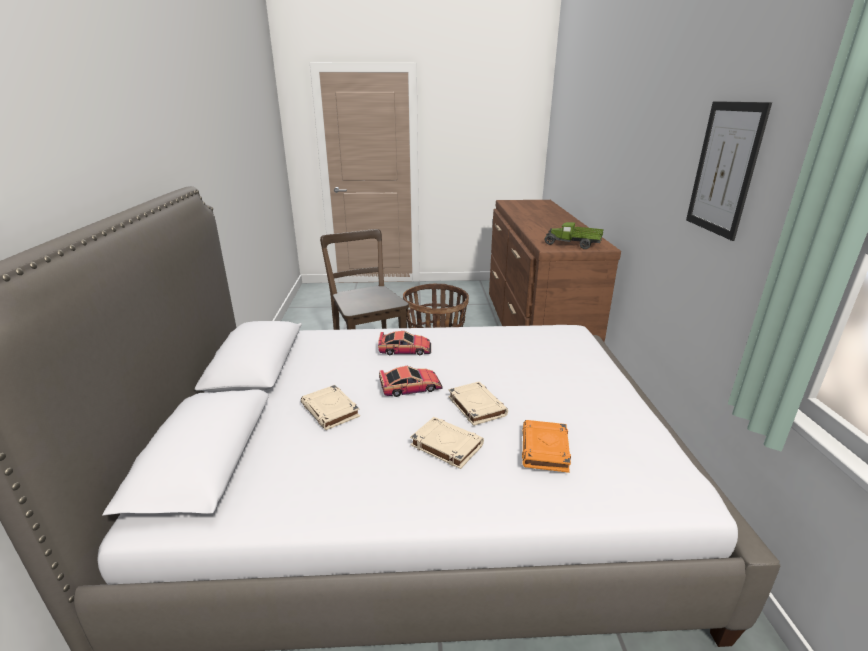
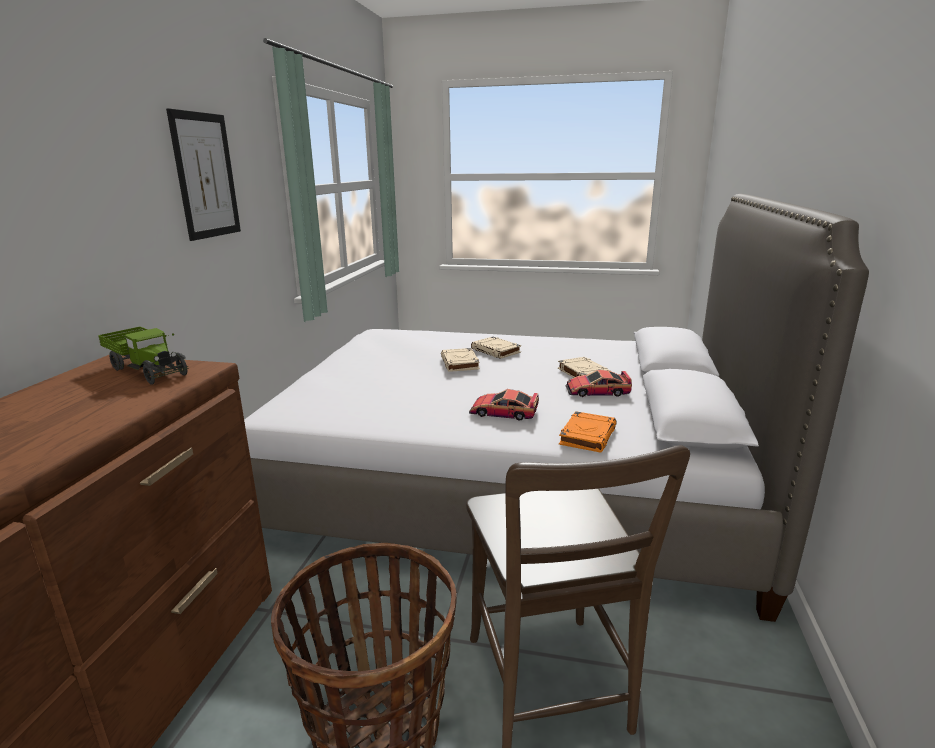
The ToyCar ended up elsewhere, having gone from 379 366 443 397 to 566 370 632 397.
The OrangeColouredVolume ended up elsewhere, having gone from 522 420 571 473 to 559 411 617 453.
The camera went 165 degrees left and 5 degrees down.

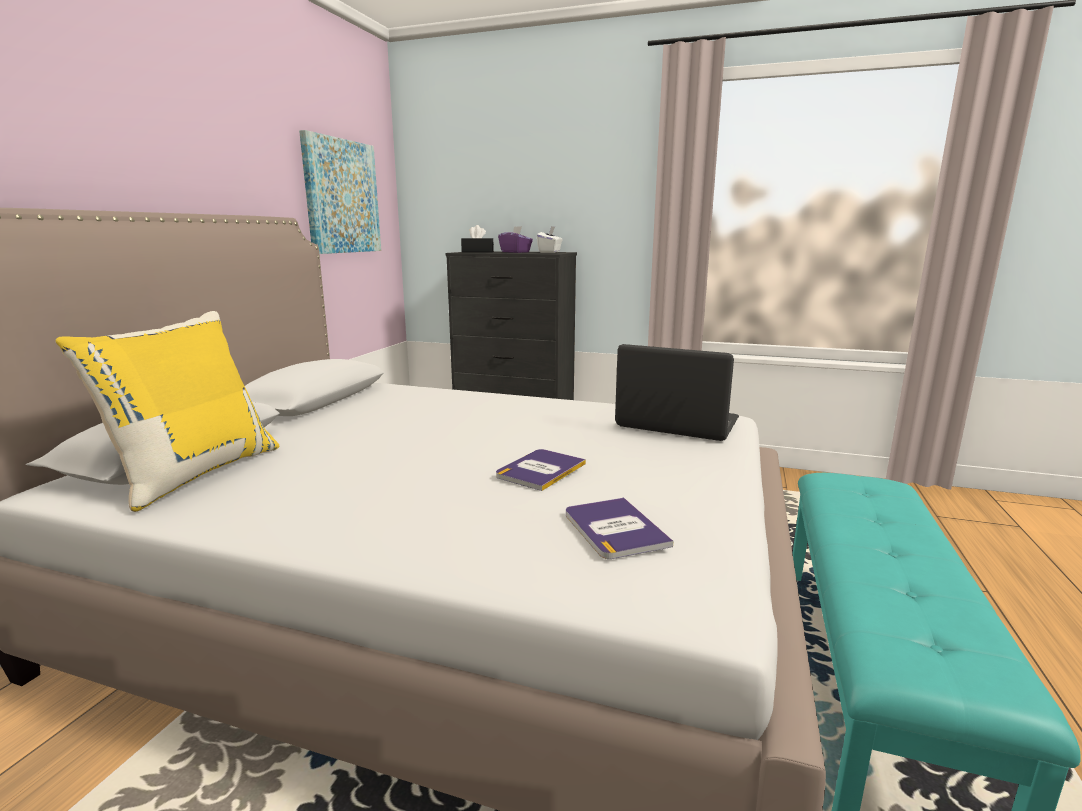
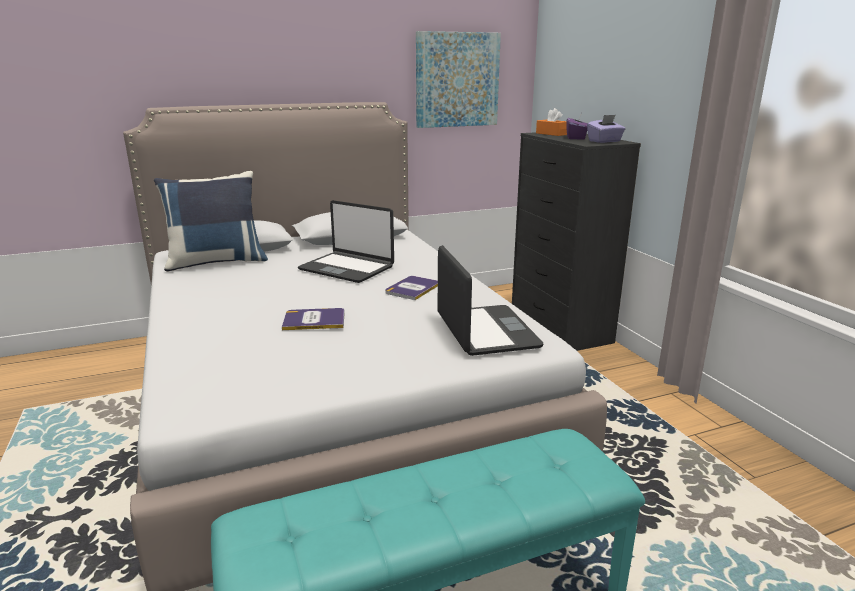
What was the BlackishTissueBox at 461 225 494 252 turned into the OrangeColouredTissueBox at 536 108 567 136.
What was the WhiteTissueBox at 537 226 563 253 turned into the PurpleColouredTissueBox at 587 115 625 143.
What was the YellowColouredCushion at 55 311 279 512 turned into the BlueColouredCushion at 154 171 268 272.
The Volume ended up elsewhere, having gone from 566 497 673 559 to 385 276 438 300.
The second view gained the NotebookComputer at 298 200 394 283.
The camera went 50 degrees right and 5 degrees up.

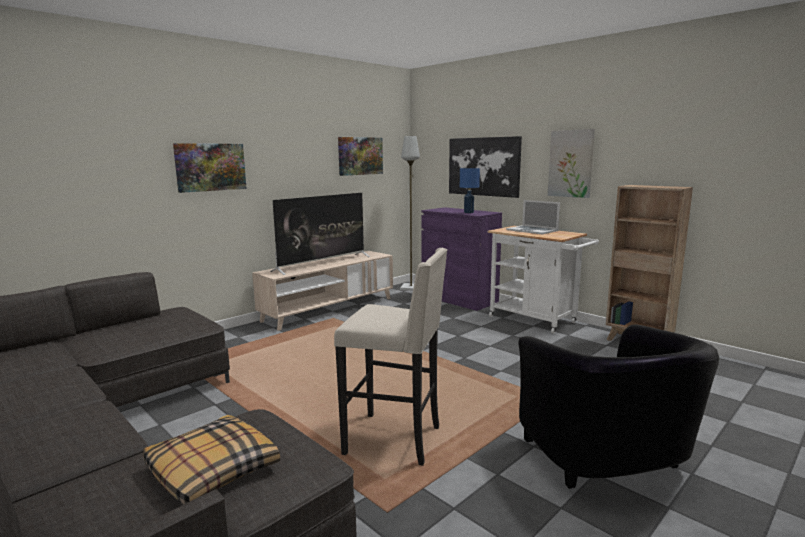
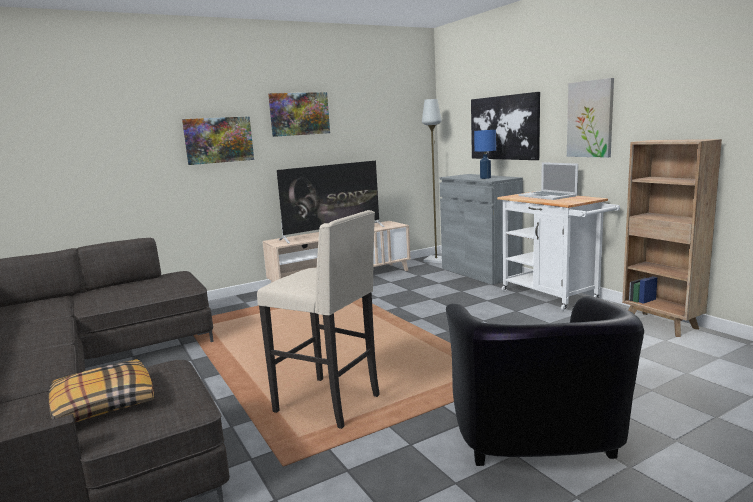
The Picture ended up elsewhere, having gone from 338 137 383 176 to 268 92 330 137.
What was the PurpleColouredStorageCabinet at 422 207 502 311 turned into the GrayStorageCabinet at 439 174 523 285.
The camera went 15 degrees right and 0 degrees up.

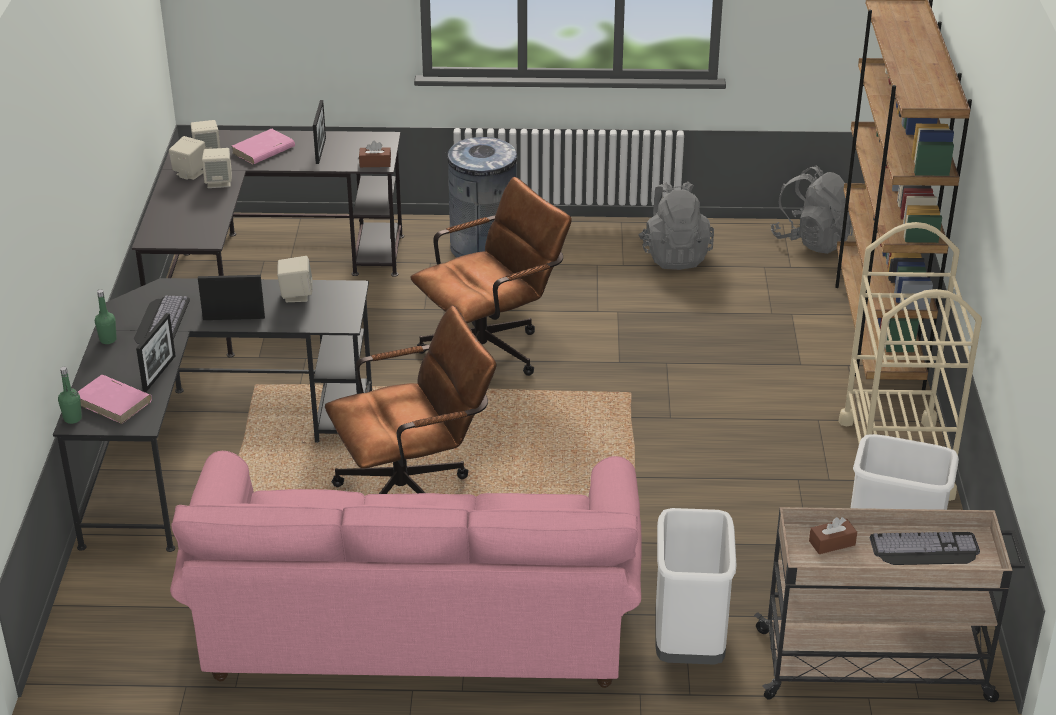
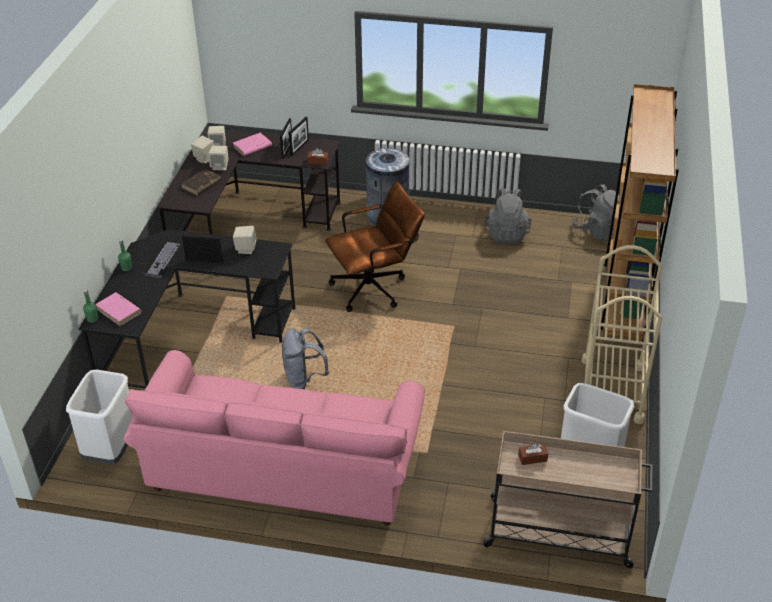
Where the BrownComputerChair stood at 325 306 496 494, the GrayBackpack came to stand at 282 328 329 389.
The PhotoFrame ended up elsewhere, having gone from 136 313 176 392 to 289 117 309 156.
The WhiteRubbishBin ended up elsewhere, having gone from 655 508 736 665 to 66 370 133 465.
The second view lost the ComputerKeyboard at 870 532 980 565.
The second view gained the BrownVolume at 181 169 222 196.
The camera went 10 degrees right and 5 degrees up.

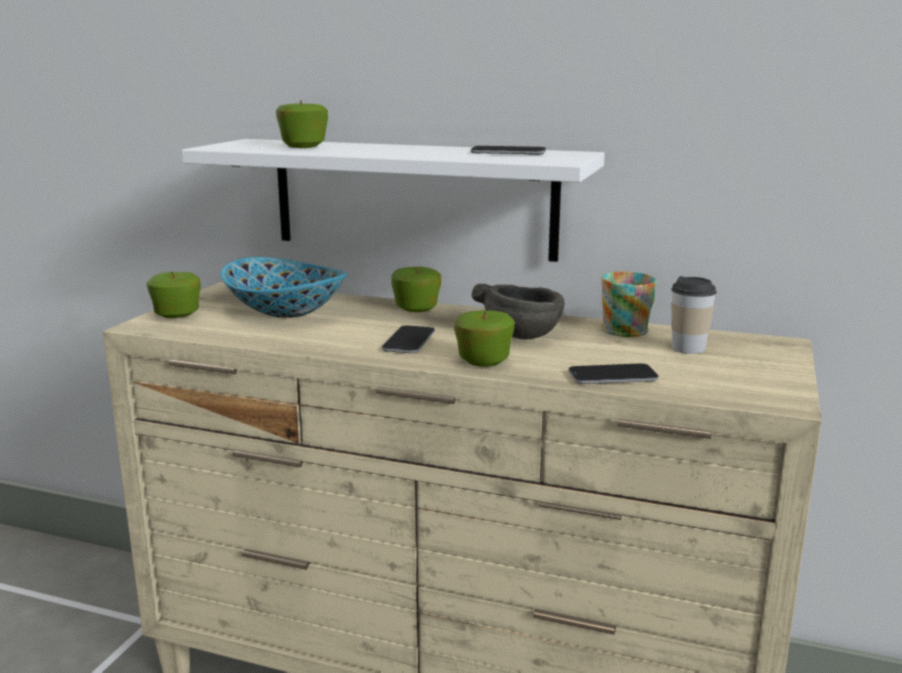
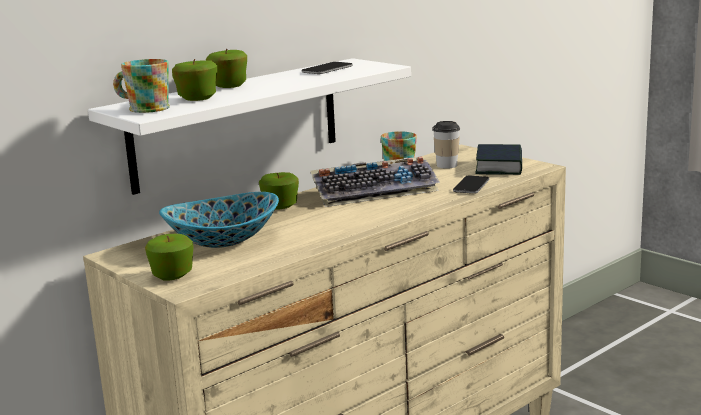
Where the GrayDeepDish stood at 472 284 565 339, the ComputerKeyboard came to stand at 310 156 440 207.
The Apple ended up elsewhere, having gone from 454 310 515 367 to 206 49 247 88.
The second view lost the Phone at 382 325 435 353.
The second view gained the Mug at 113 59 170 113.
The second view gained the Volume at 475 144 522 175.
The camera went 60 degrees left and 0 degrees up.

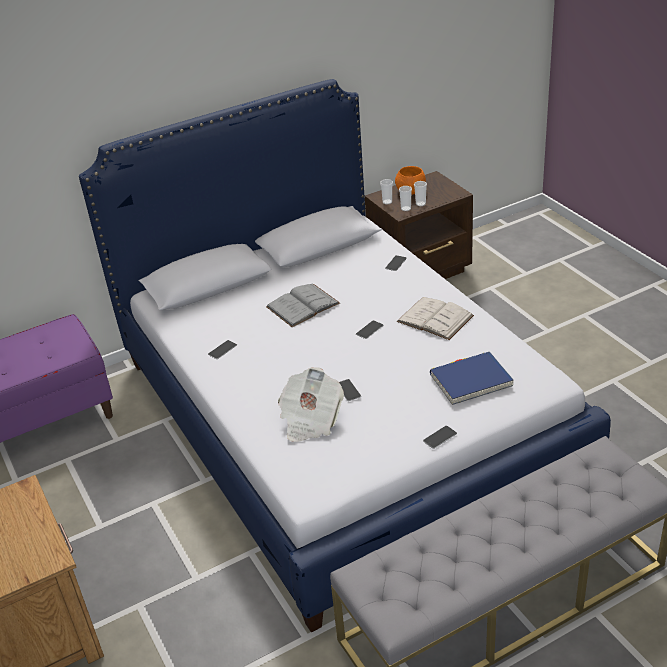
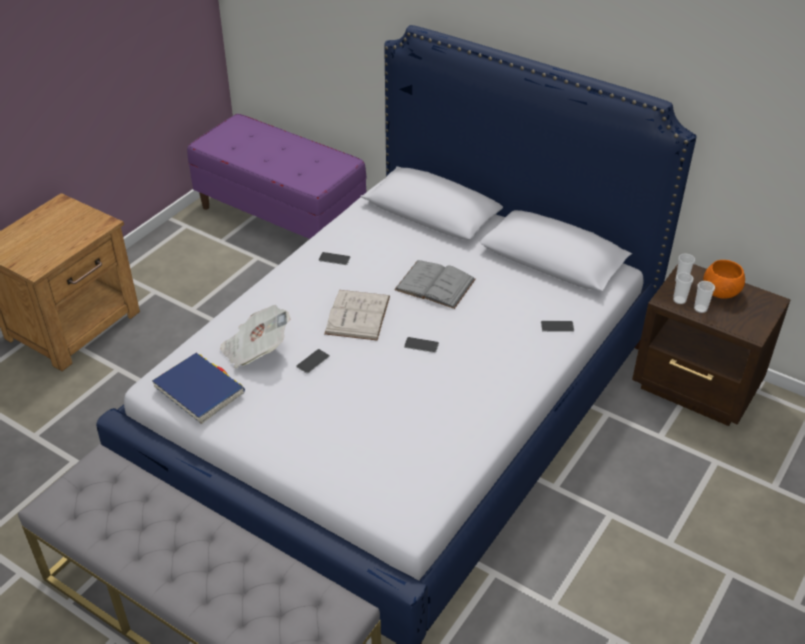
The WhiteVolume ended up elsewhere, having gone from 397 297 474 340 to 324 290 390 341.
The BlueColouredVolume ended up elsewhere, having gone from 430 352 514 405 to 152 353 245 424.
The second view lost the Phone at 423 426 457 449.
The camera went 60 degrees right and 5 degrees up.

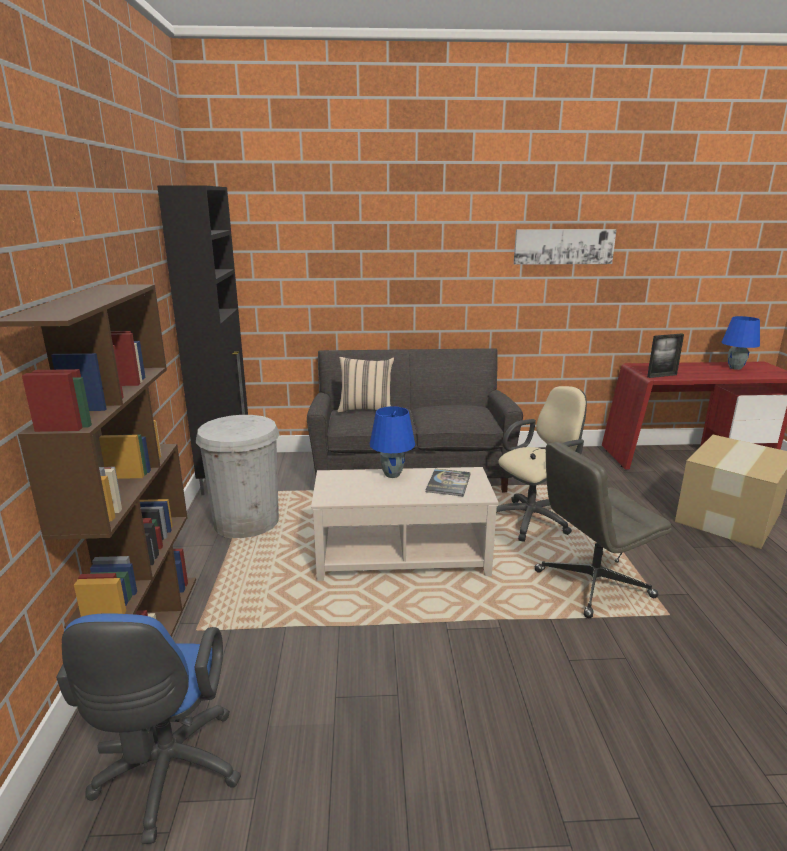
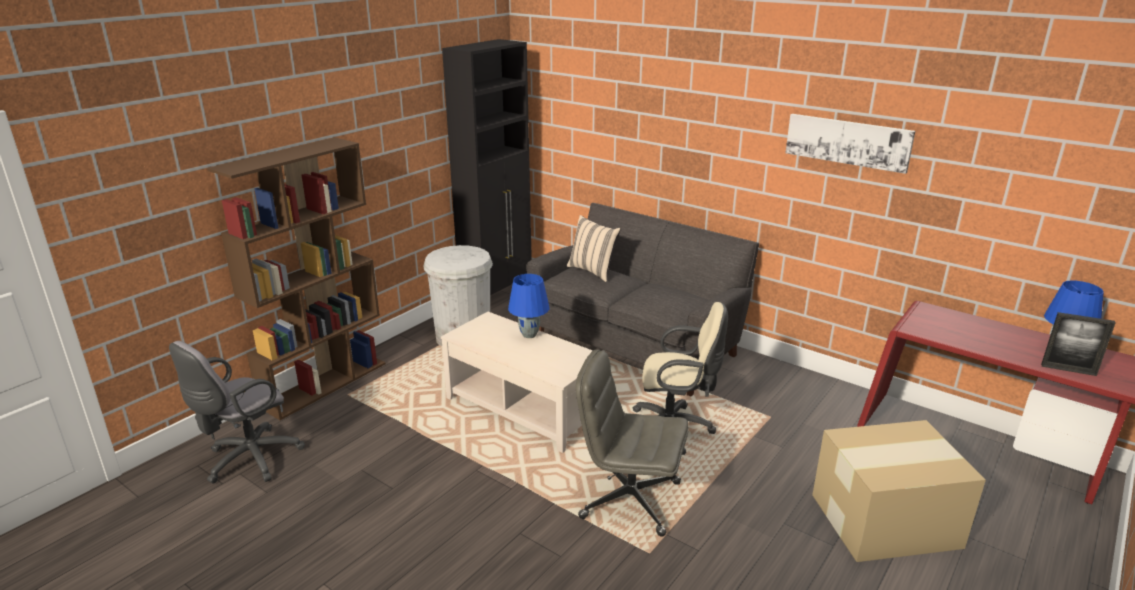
The PhotoFrame ended up elsewhere, having gone from 647 334 684 378 to 1041 312 1116 376.
The second view lost the Volume at 425 469 471 496.
What was the BlueColouredComputerChair at 56 613 241 844 turned into the GrayComputerChair at 169 341 305 484.
The camera went 40 degrees right and 5 degrees up.

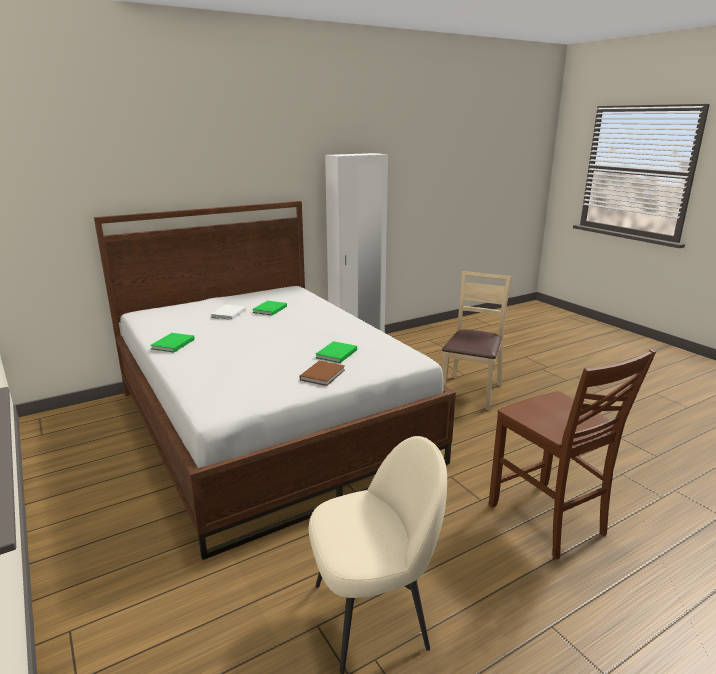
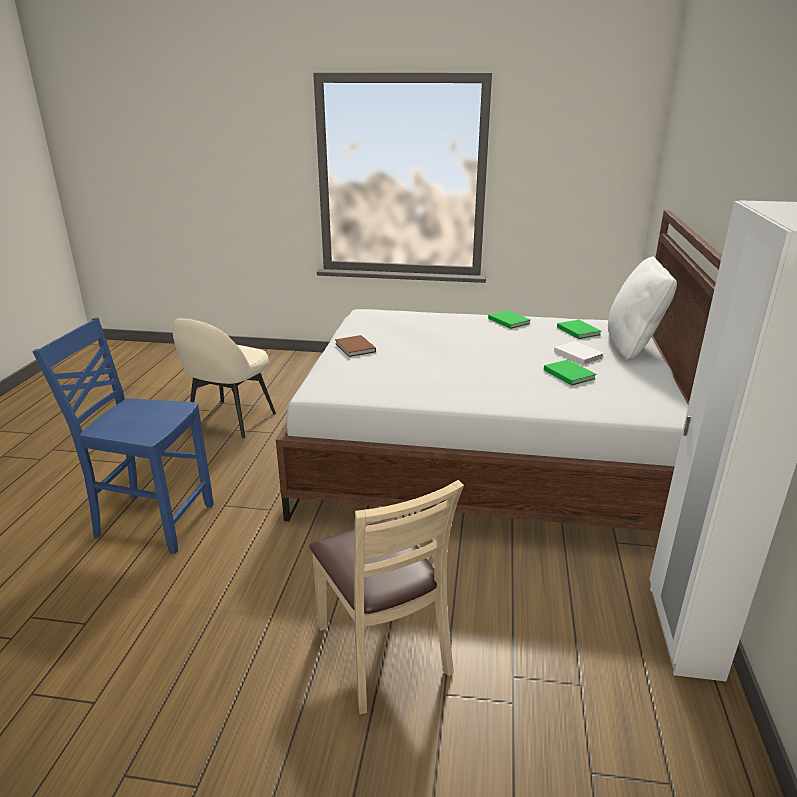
The GreenishVolume ended up elsewhere, having gone from 316 341 357 363 to 557 320 601 339.
What was the BrownUprightChair at 489 349 656 559 turned into the BlueColouredUprightChair at 33 318 214 554.
The second view gained the WhiteCushion at 608 256 677 360.
The camera went 130 degrees right and 5 degrees up.

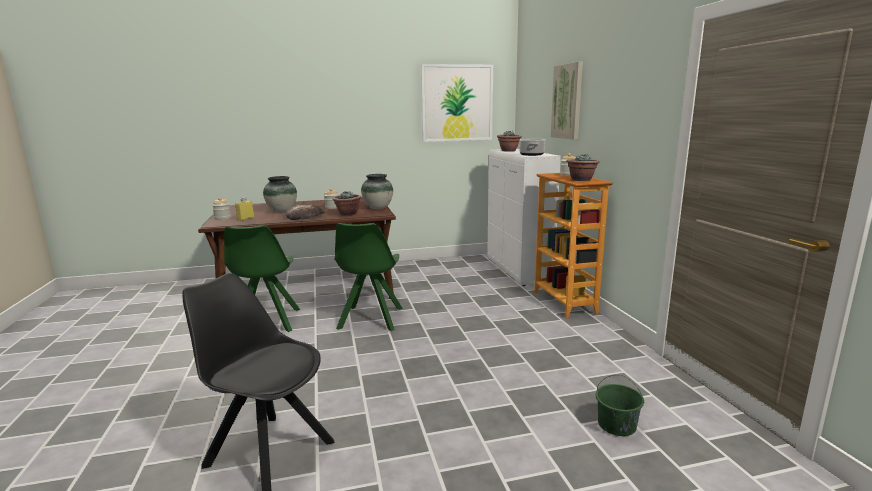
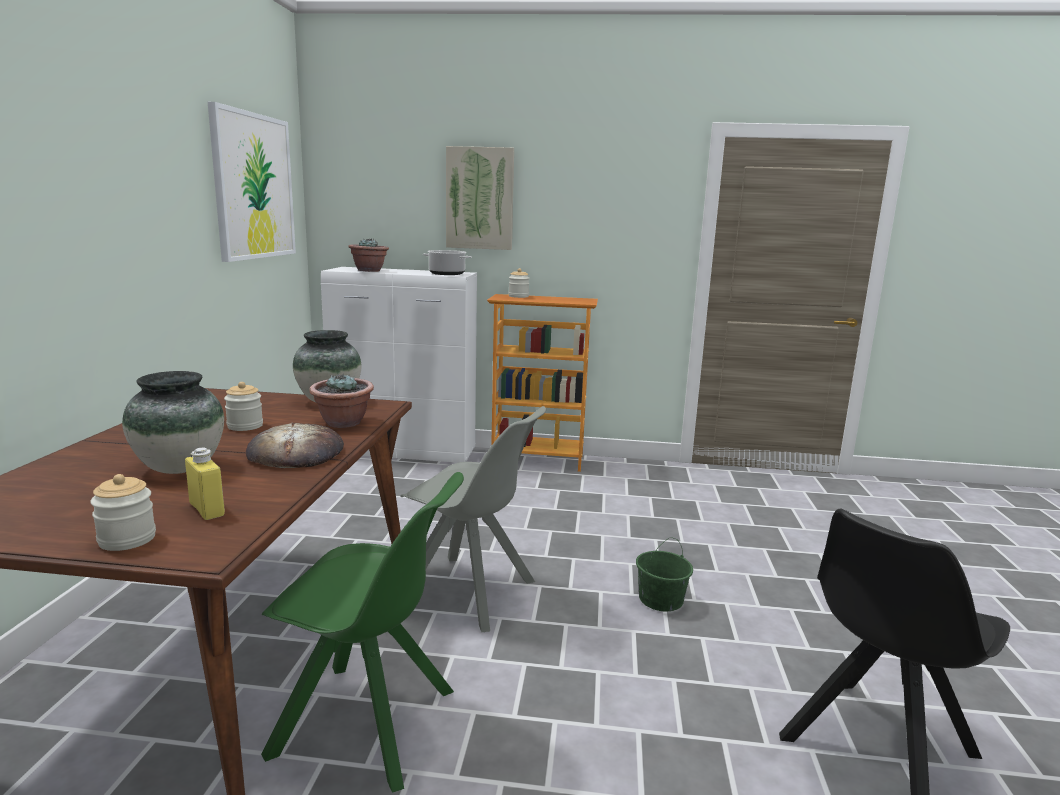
The second view lost the PlantInAPot at 566 154 599 181.
What was the GreenishUprightChair at 334 223 403 331 turned into the GrayUprightChair at 400 406 546 632.
The GreenishPail ended up elsewhere, having gone from 596 375 644 436 to 636 538 693 612.
The camera went 70 degrees left and 0 degrees up.

